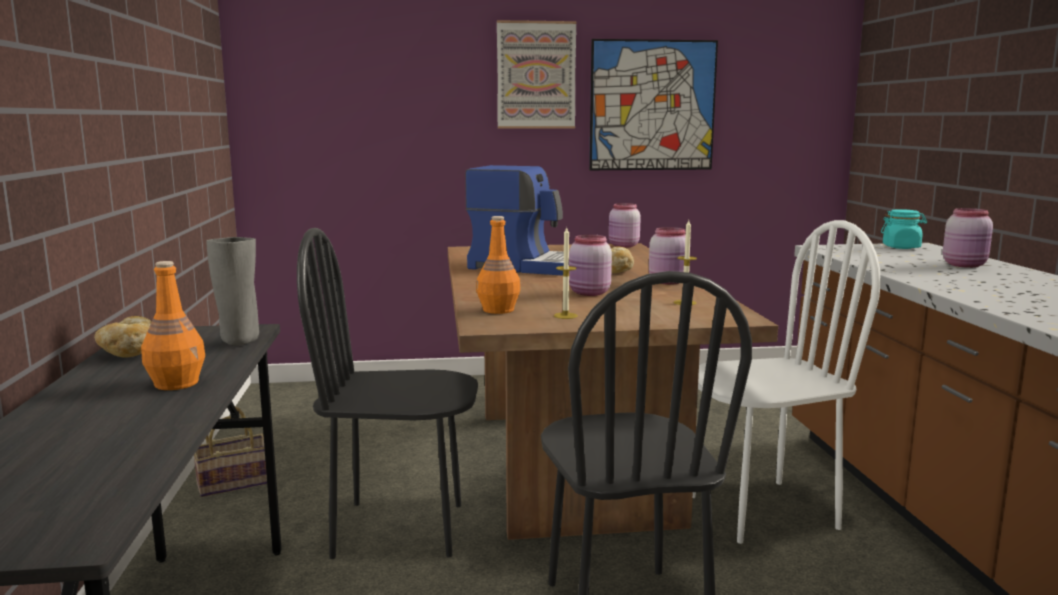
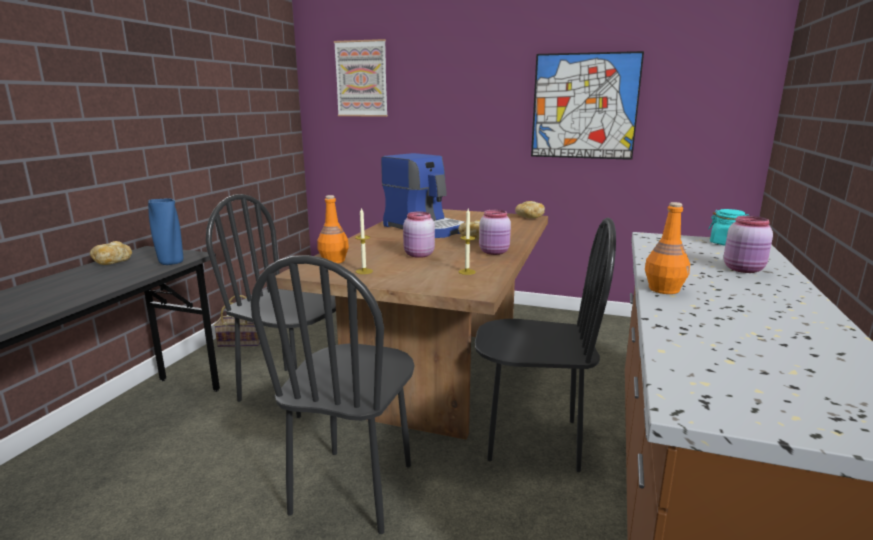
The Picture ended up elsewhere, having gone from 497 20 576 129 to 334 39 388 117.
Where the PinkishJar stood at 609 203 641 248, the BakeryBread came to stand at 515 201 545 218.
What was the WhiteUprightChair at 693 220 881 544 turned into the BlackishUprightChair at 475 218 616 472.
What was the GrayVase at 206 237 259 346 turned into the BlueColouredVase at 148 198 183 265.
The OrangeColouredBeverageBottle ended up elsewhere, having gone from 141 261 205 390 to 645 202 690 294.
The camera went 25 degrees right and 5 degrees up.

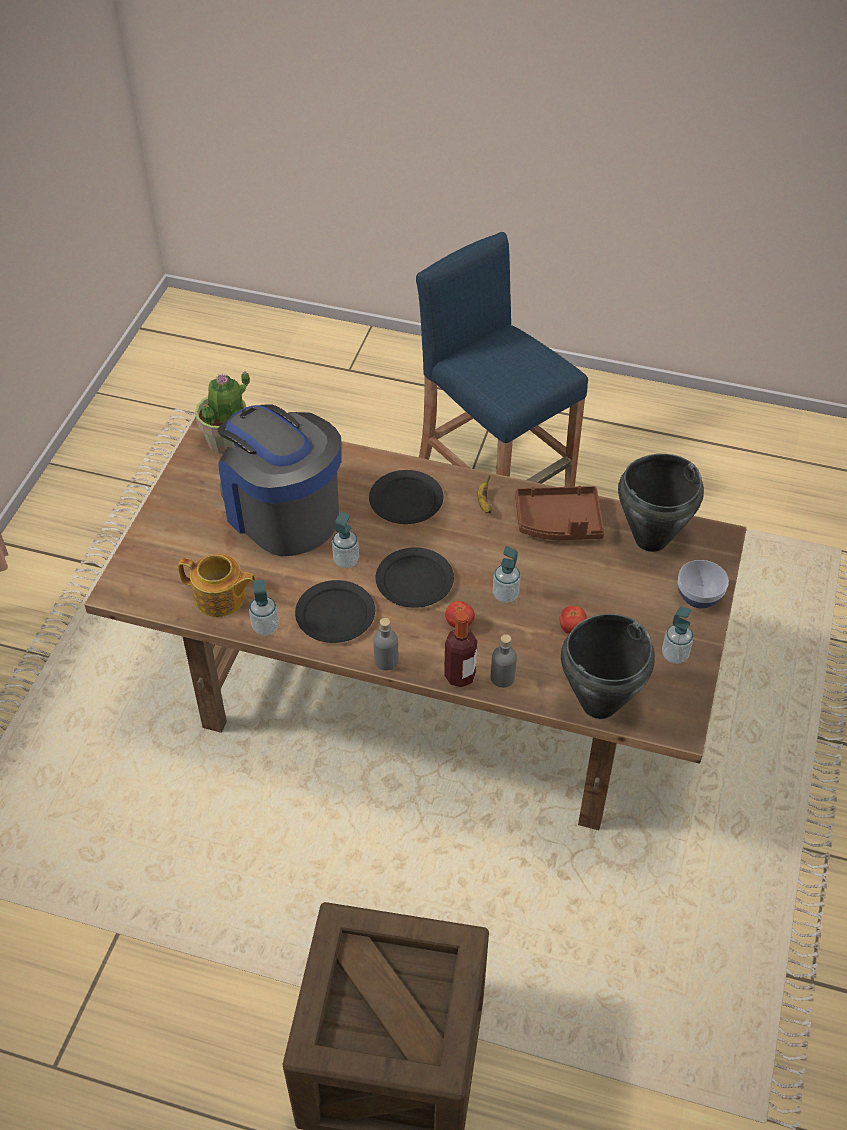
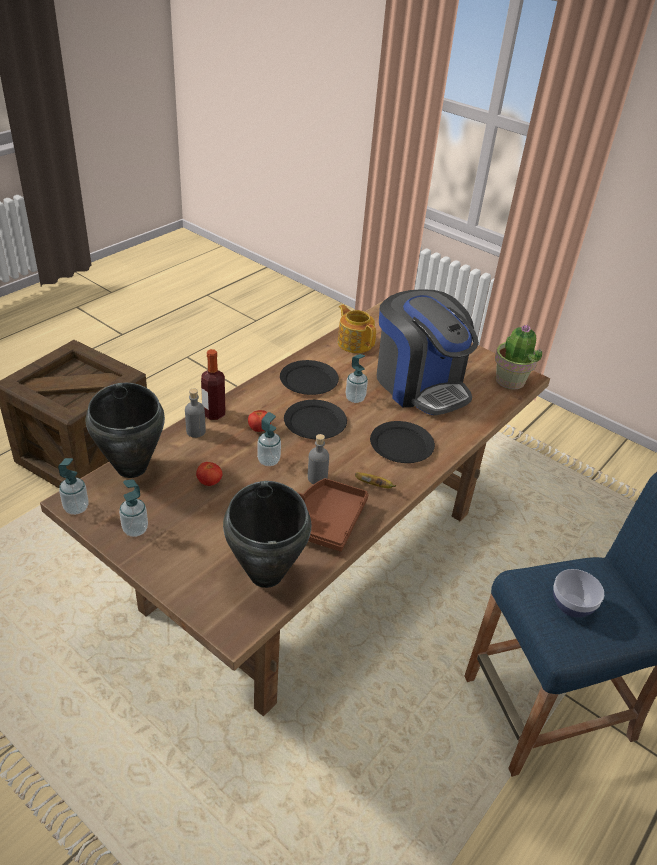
The CoffeeMaker at 217 405 342 556 ended up facing another way, 75 degrees clockwise from before.
The PotForTea at 178 554 256 617 ended up facing another way, 105 degrees clockwise from before.
The DeepDish ended up elsewhere, having gone from 678 560 729 608 to 553 569 604 617.
The LiquidSoapBottle ended up elsewhere, having gone from 249 580 279 636 to 58 458 89 515.
The GrayBeverageBottle ended up elsewhere, having gone from 373 618 399 671 to 308 434 329 484.
The camera went 110 degrees right and 10 degrees down.

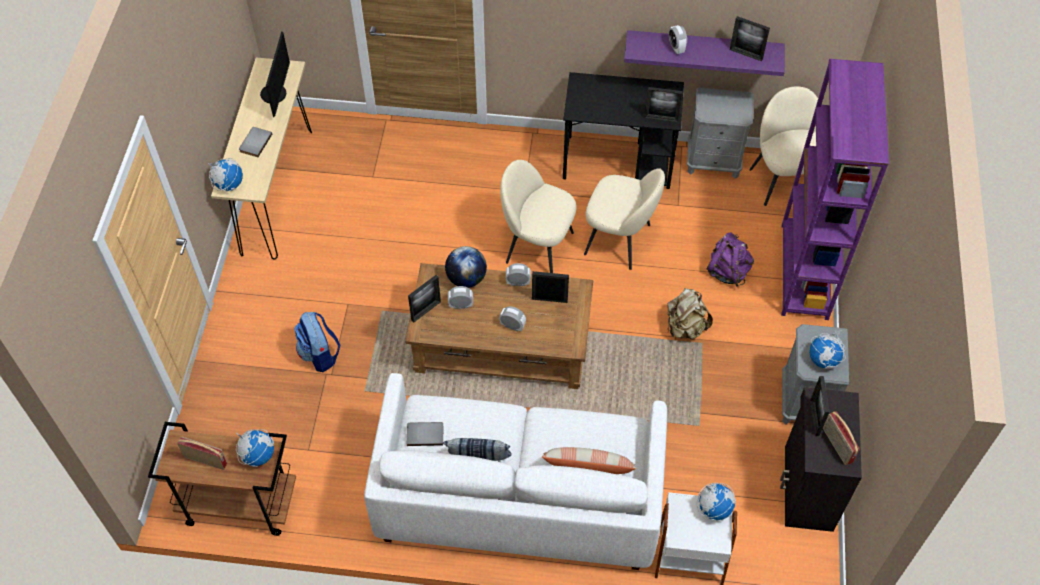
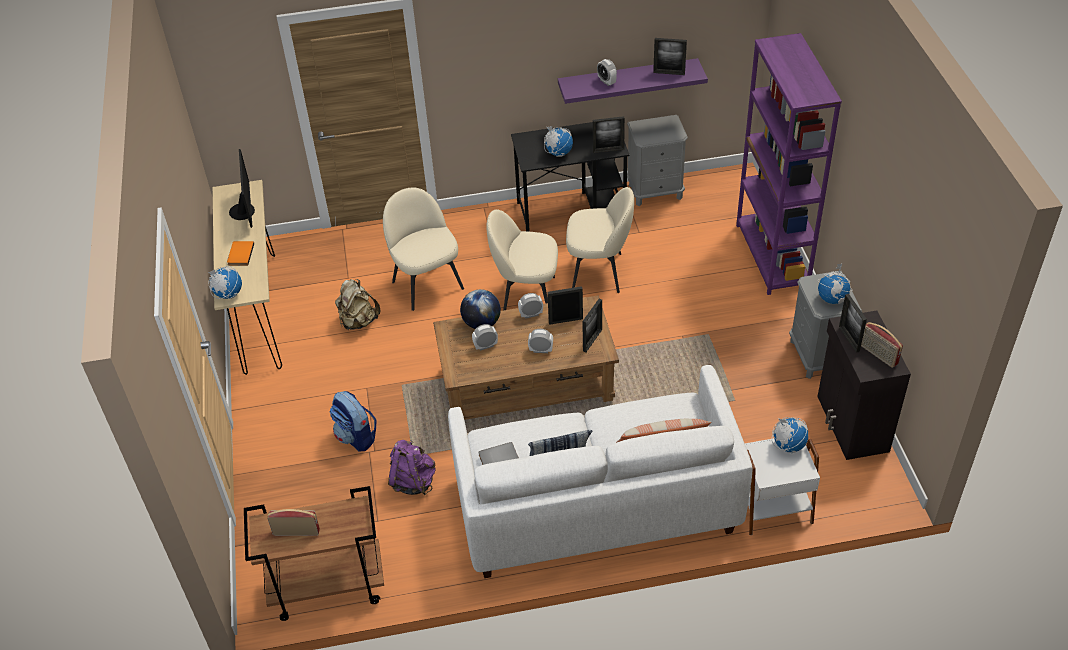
The BeigeUprightChair ended up elsewhere, having gone from 749 86 818 206 to 383 188 464 311.
What was the GrayVolume at 239 127 272 157 turned into the OrangeColouredVolume at 227 241 254 266.
The PurpleColouredBackpack ended up elsewhere, having gone from 706 232 754 287 to 388 440 436 495.
The PhotoFrame ended up elsewhere, having gone from 408 275 441 323 to 582 299 602 353.
The BeigeBackpack ended up elsewhere, having gone from 667 288 713 339 to 335 279 380 330.
The WorldGlobe ended up elsewhere, having gone from 236 429 274 467 to 544 126 573 157.
The camera went 15 degrees left and 10 degrees down.

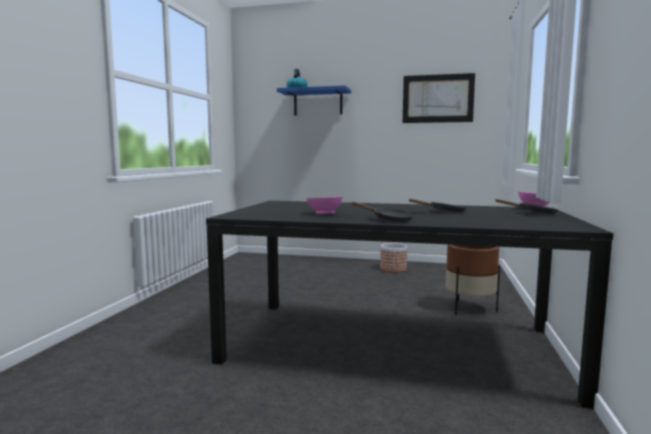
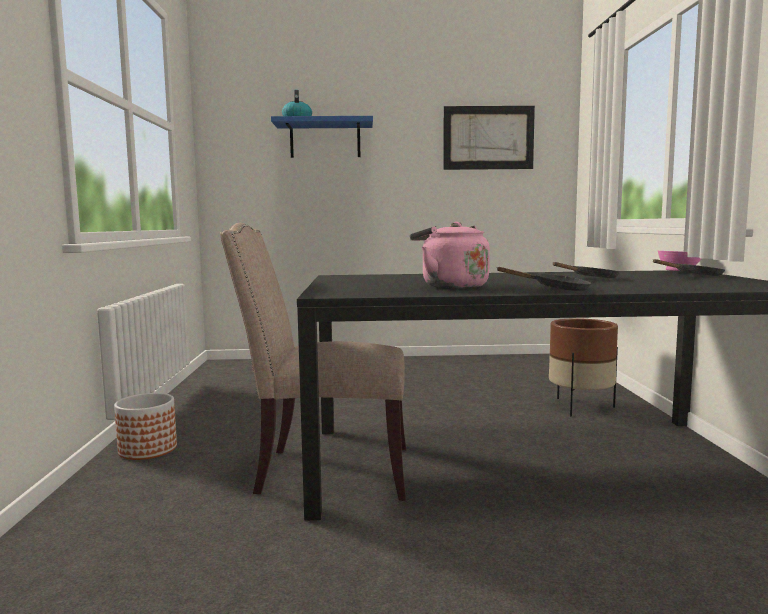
Where the PinkishDeepDish stood at 306 196 343 214, the PinkishTeaKettle came to stand at 410 222 490 289.
The FlowerPot ended up elsewhere, having gone from 380 243 407 273 to 114 393 177 460.
The second view gained the BeigeUprightChair at 220 223 406 501.
The camera went 15 degrees left and 0 degrees up.

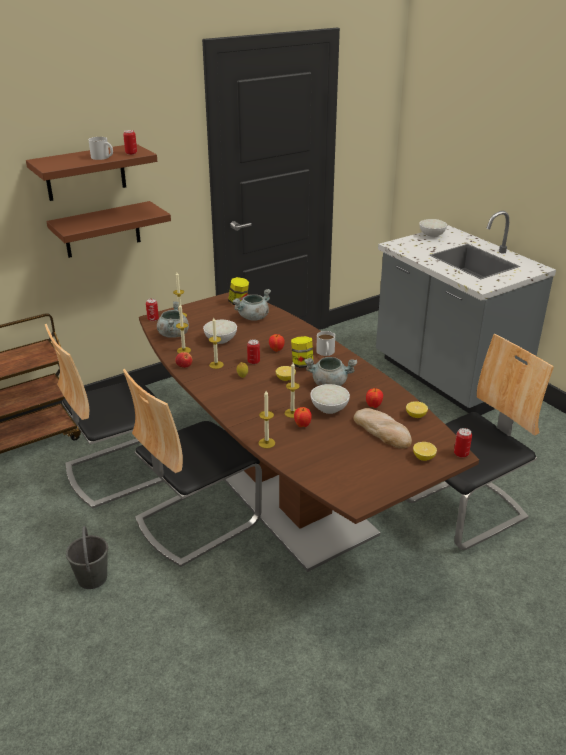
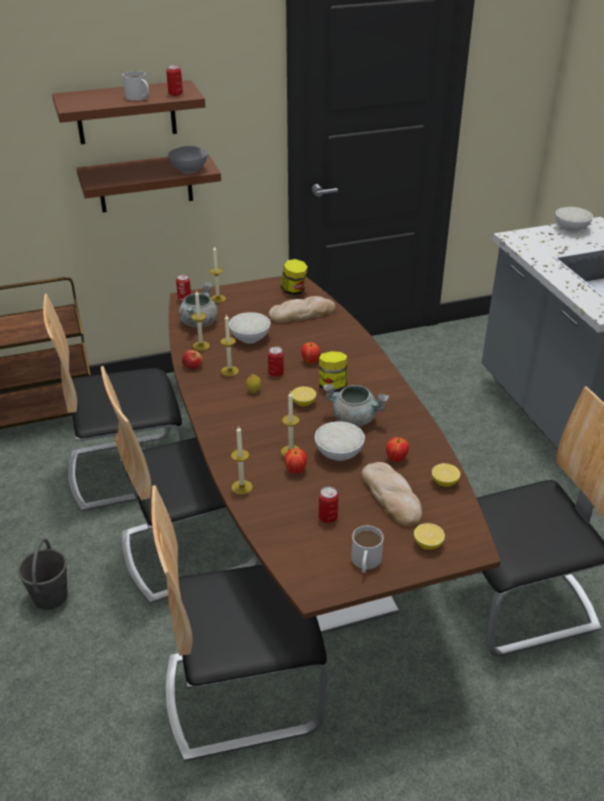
Where the GrayStockpot stood at 233 289 271 321, the BakeryBread came to stand at 269 296 336 323.
The WhiteMug ended up elsewhere, having gone from 316 331 335 356 to 351 526 383 573.
The MetalCan ended up elsewhere, having gone from 454 428 472 458 to 319 487 339 523.
The second view gained the GrayDeepDish at 168 146 207 173.
The second view gained the UprightChair at 151 485 328 762.
The camera went 15 degrees right and 5 degrees up.

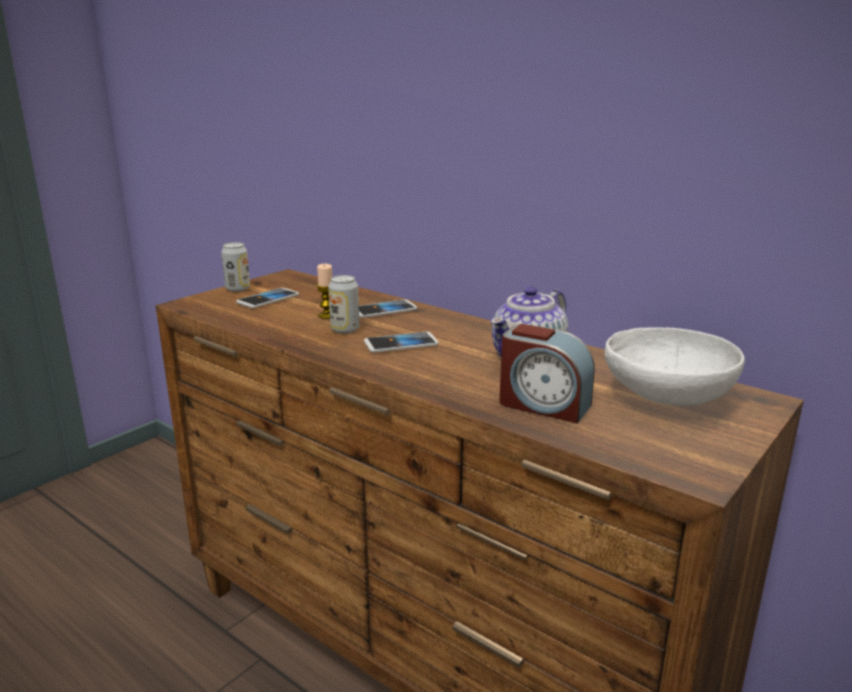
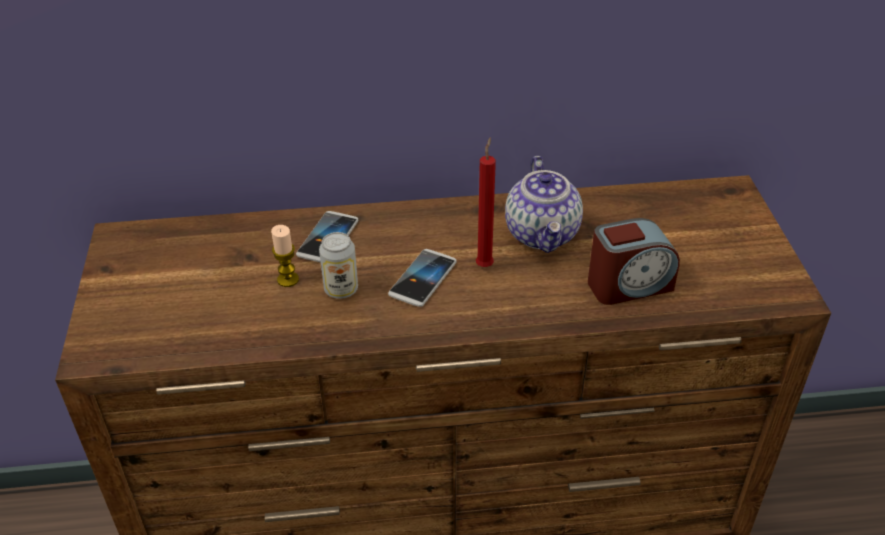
The second view lost the MetalCan at 221 242 250 292.
The second view lost the Phone at 236 288 299 308.
The second view lost the WhiteDeepDish at 605 327 745 406.
The second view gained the RedColouredCandle at 476 138 496 267.
The camera went 45 degrees left and 20 degrees up.

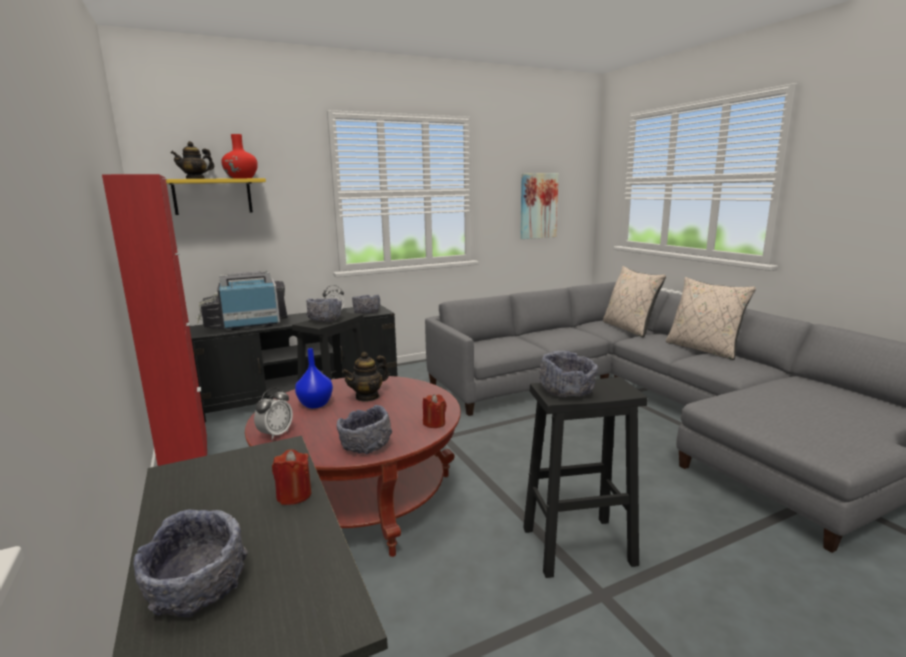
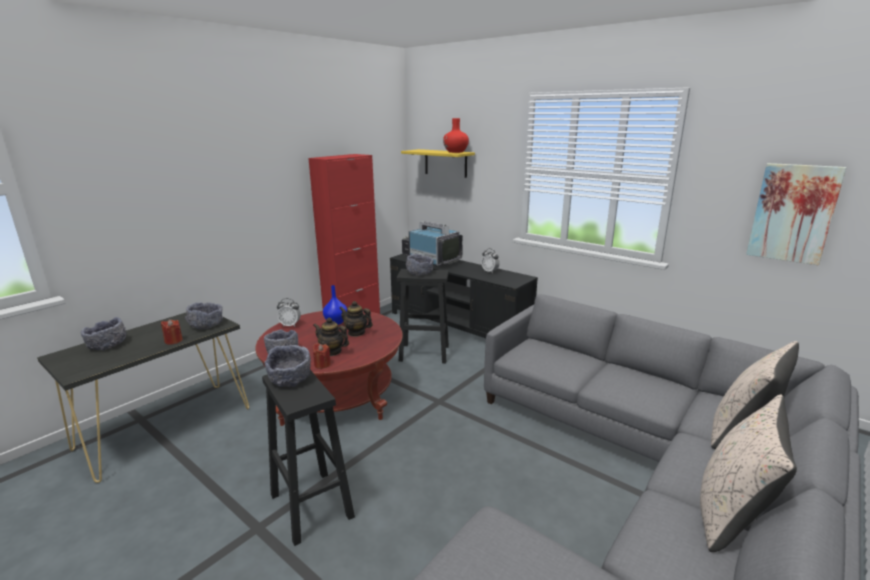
The PotForTea ended up elsewhere, having gone from 171 141 215 179 to 313 318 349 356.
The GrayDeepDish ended up elsewhere, having gone from 352 295 380 313 to 185 302 223 330.
The camera went 65 degrees right and 5 degrees up.

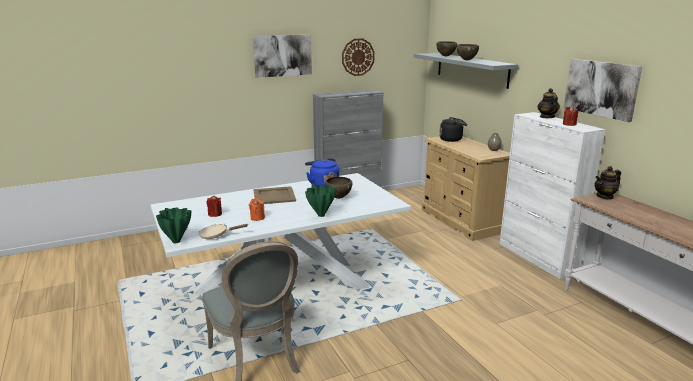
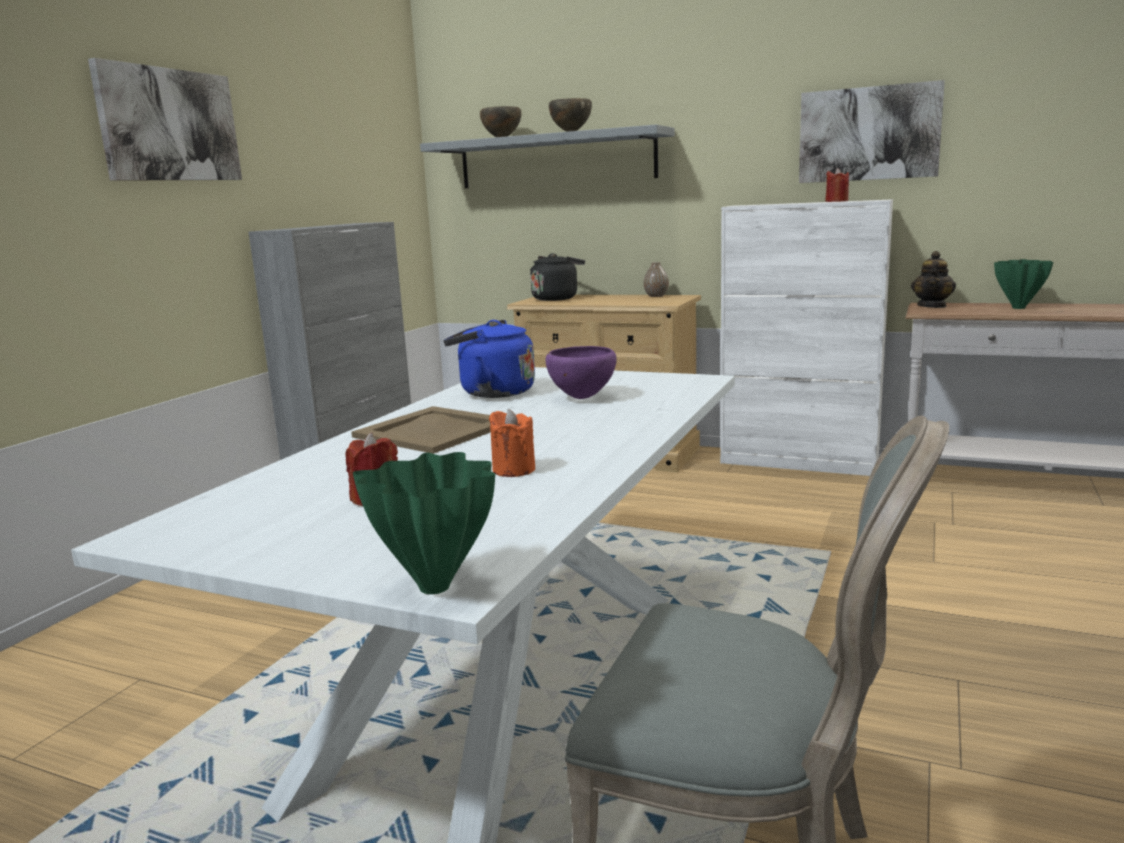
The second view lost the HangingClock at 342 38 374 76.
The second view lost the PotForTea at 538 88 560 118.
What was the BrownDeepDish at 325 177 352 199 turned into the PurpleColouredDeepDish at 546 346 617 399.
The GreenishVase ended up elsewhere, having gone from 305 185 337 217 to 994 259 1053 309.
The second view lost the BeigePan at 199 224 248 239.
The camera went 40 degrees left and 5 degrees down.

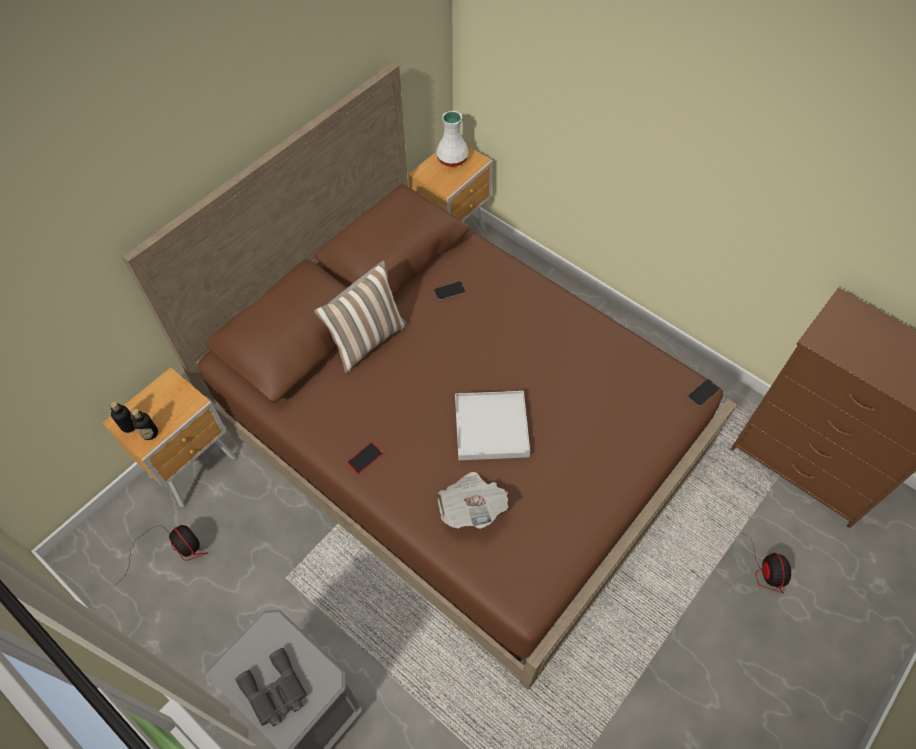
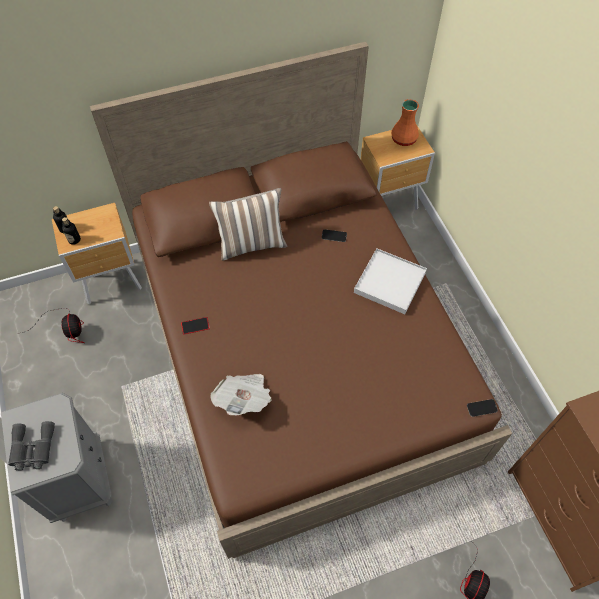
What was the WhiteVase at 436 111 469 167 turned into the OrangeColouredVase at 391 99 419 146.
The WhiteCarryingTray ended up elsewhere, having gone from 455 391 530 460 to 354 248 427 314.
The camera went 30 degrees right and 0 degrees up.

